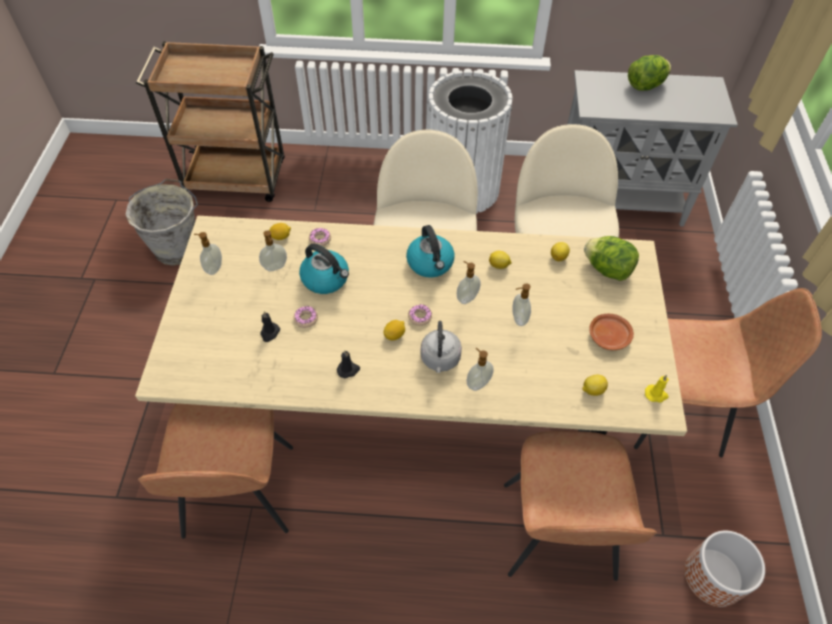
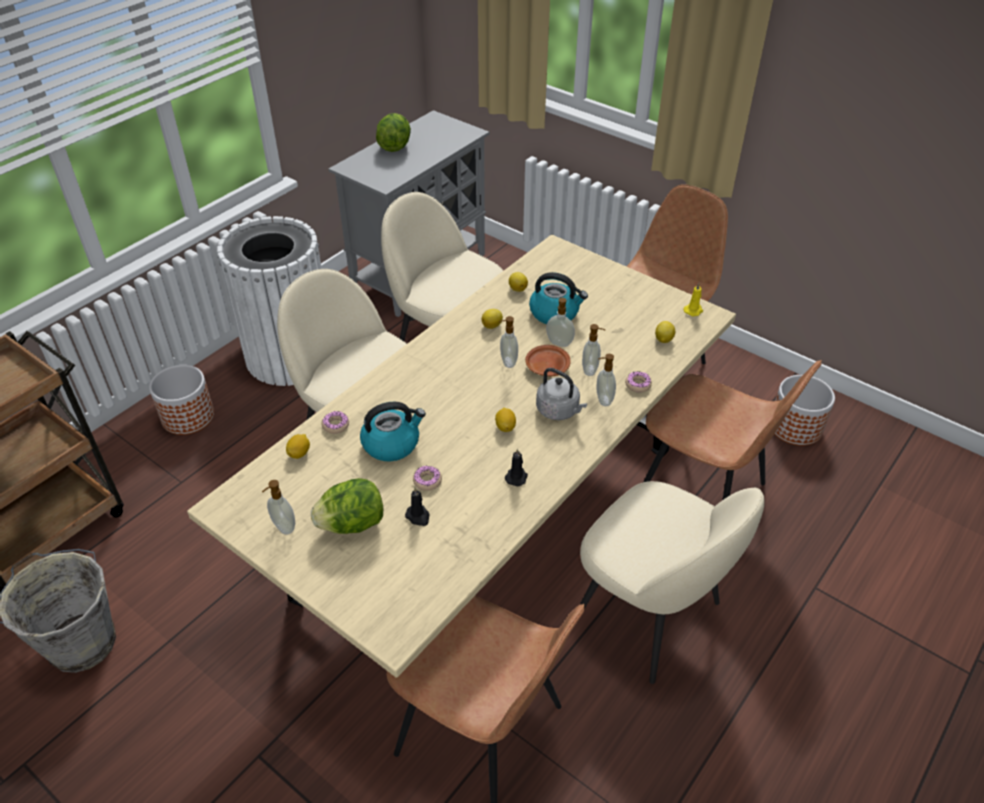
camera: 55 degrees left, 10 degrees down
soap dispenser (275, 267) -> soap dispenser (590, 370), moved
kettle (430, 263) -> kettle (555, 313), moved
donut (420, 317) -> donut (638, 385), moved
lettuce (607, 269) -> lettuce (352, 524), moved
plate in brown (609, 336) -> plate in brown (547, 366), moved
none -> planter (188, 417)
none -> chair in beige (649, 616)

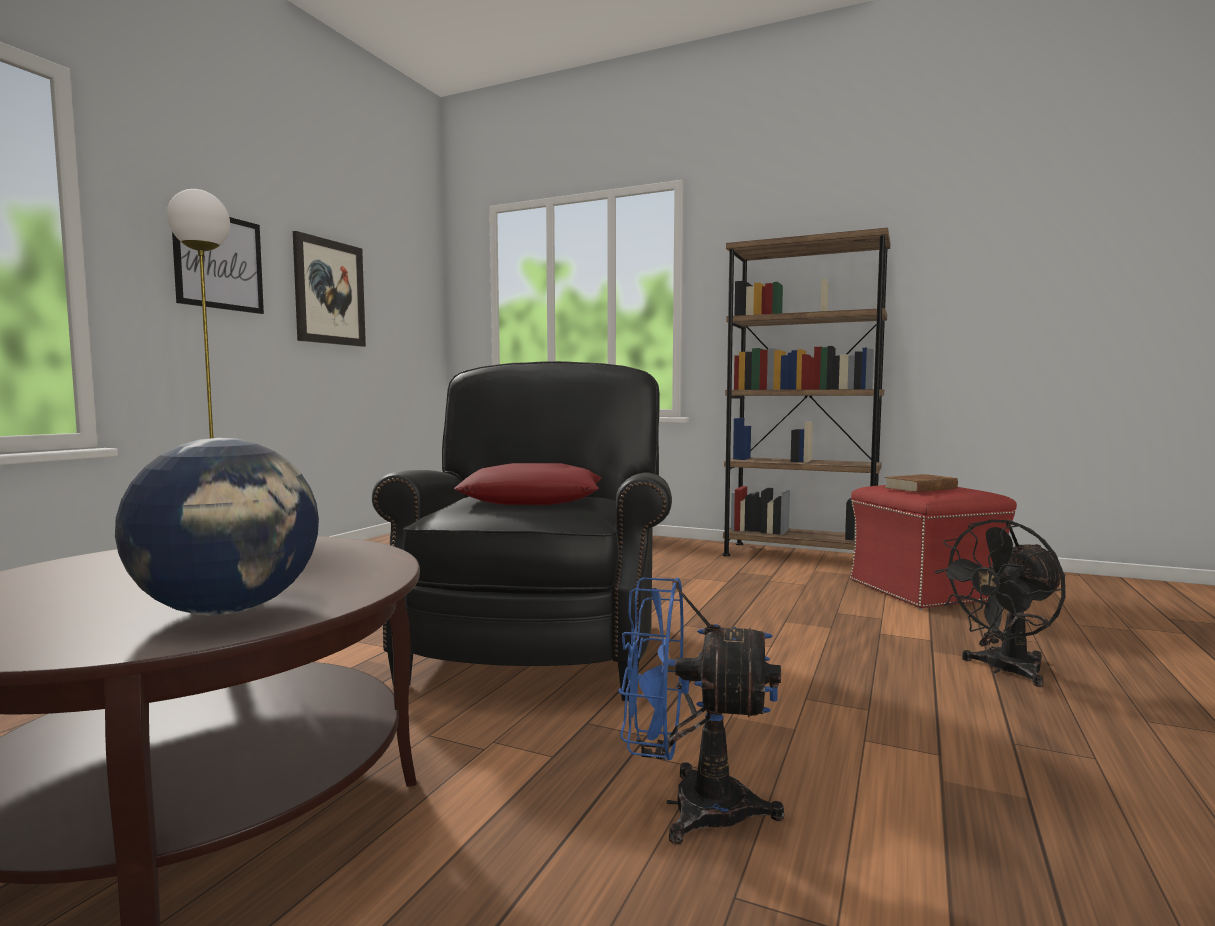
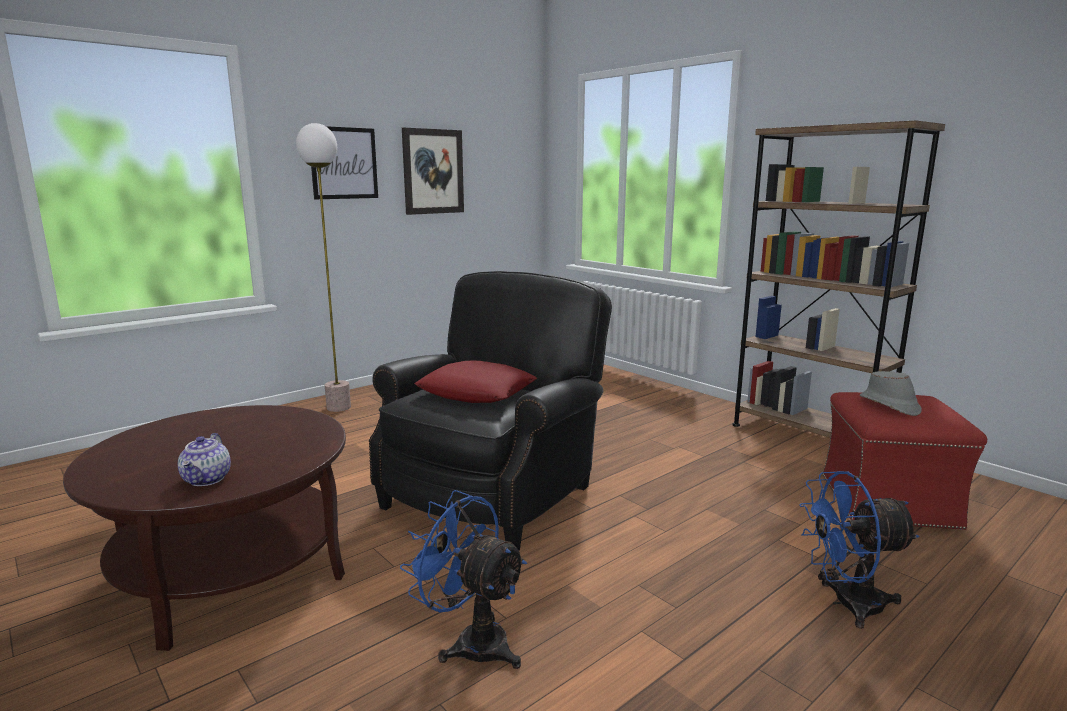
camera: 25 degrees right, 10 degrees up
globe (229, 610) -> teapot (207, 479)
book in brown (921, 488) -> hat in grey (889, 406)
fan in black (1003, 670) -> fan in blue (846, 604)

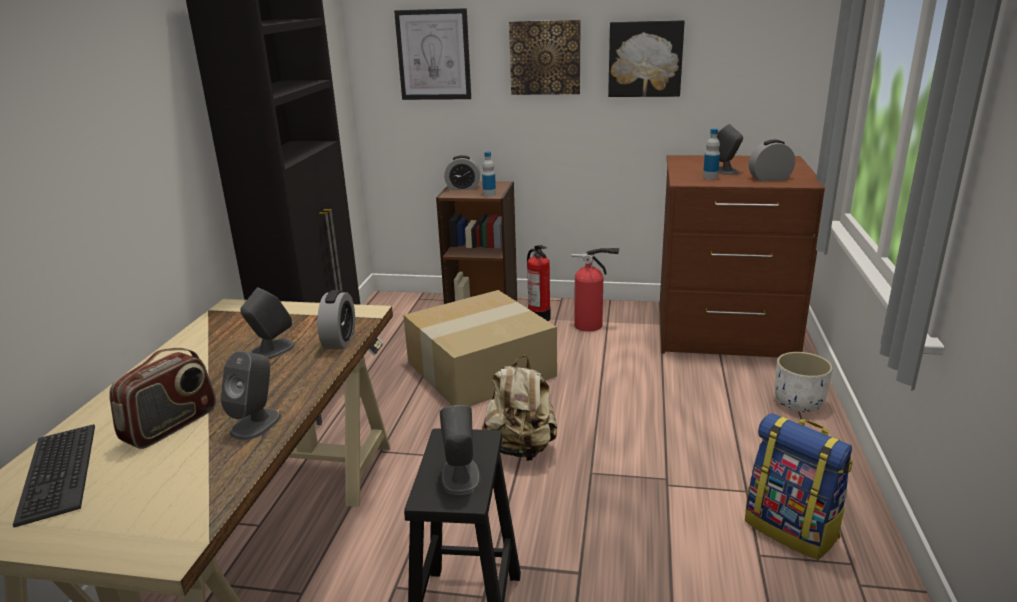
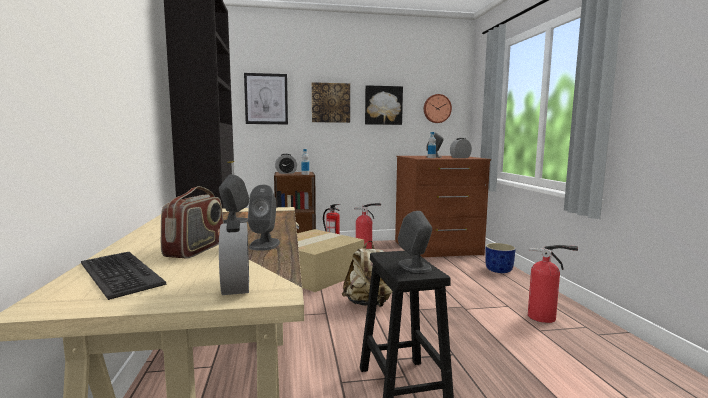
camera: 20 degrees left, 15 degrees down
alarm clock (339, 340) -> alarm clock (236, 285), moved
backpack (792, 529) -> fire extinguisher (545, 317)
planter in white (798, 403) -> planter in blue (499, 270)
none -> wall clock (436, 108)

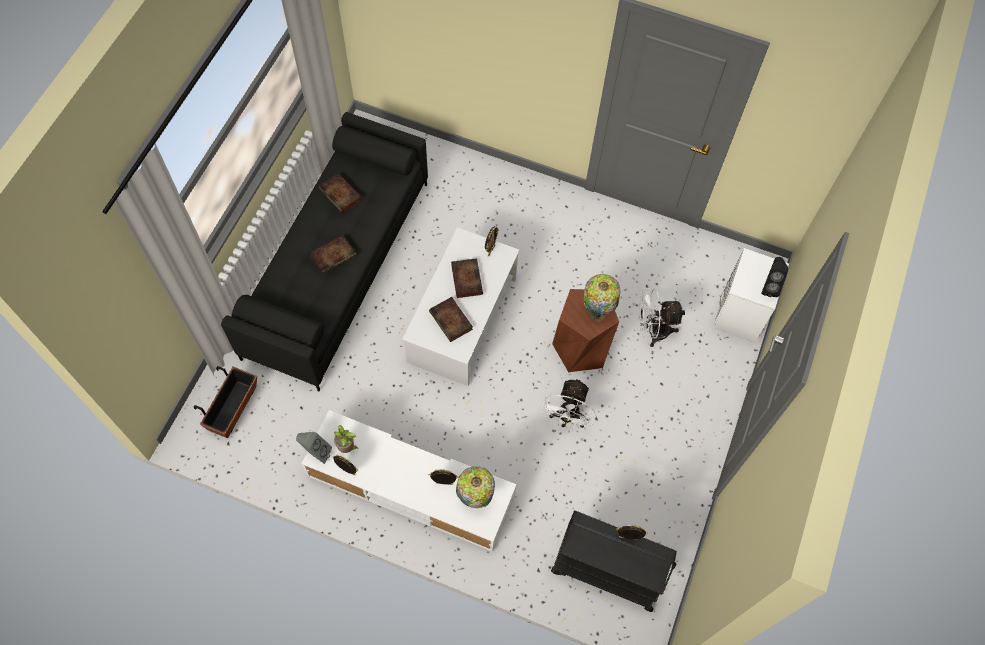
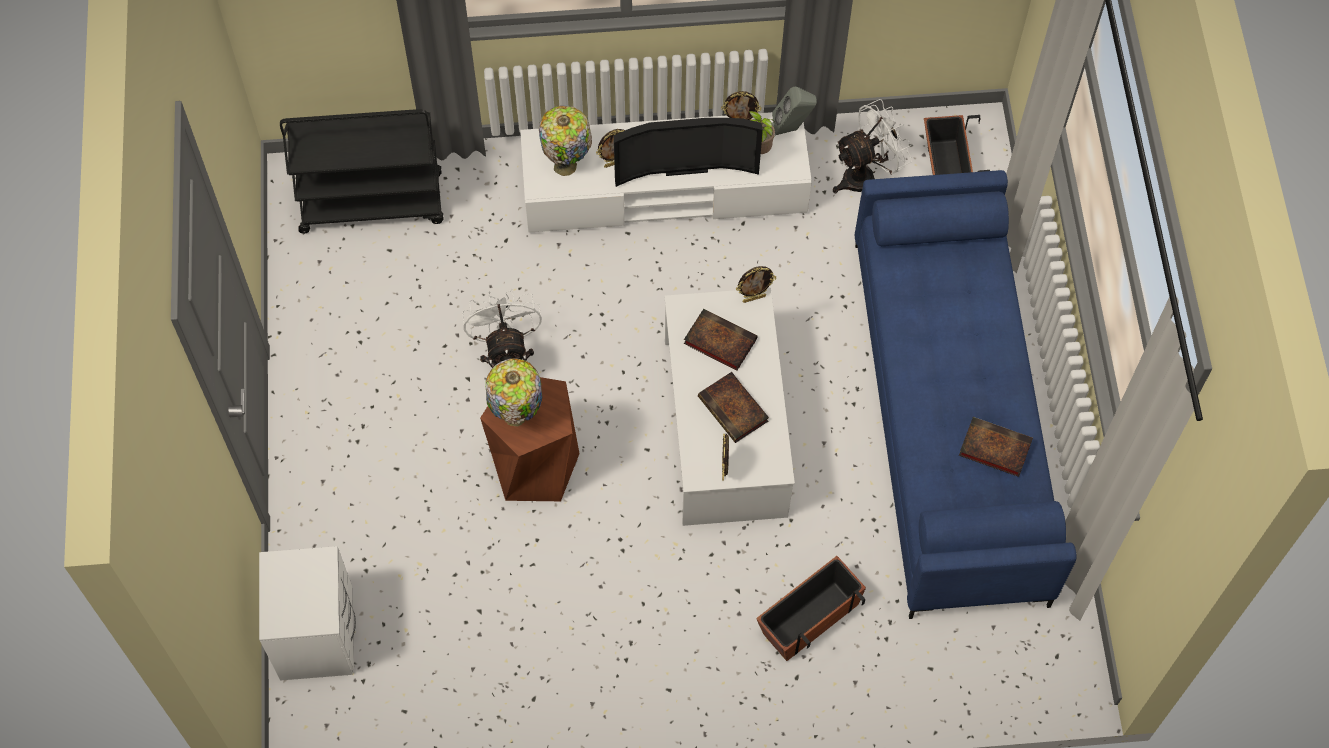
camera: 155 degrees right, 0 degrees up
sofa in black (337, 267) -> sofa in blue (950, 420)
book (334, 255) -> none
picture frame (627, 539) -> picture frame (754, 298), moved
fan in white (652, 331) -> fan in white (866, 176), moved
speaker in black (769, 286) -> none
none -> television (684, 163)
none -> planter (809, 618)

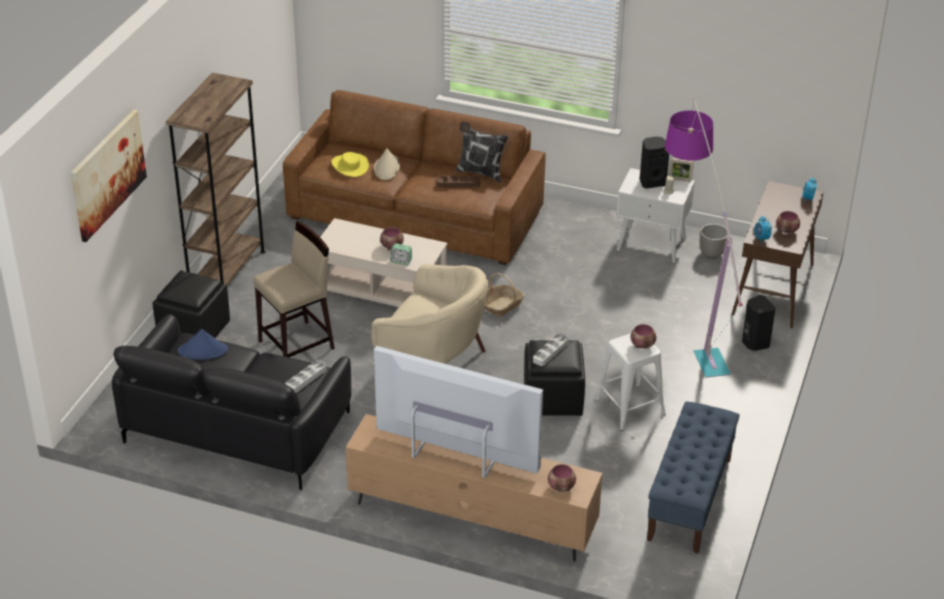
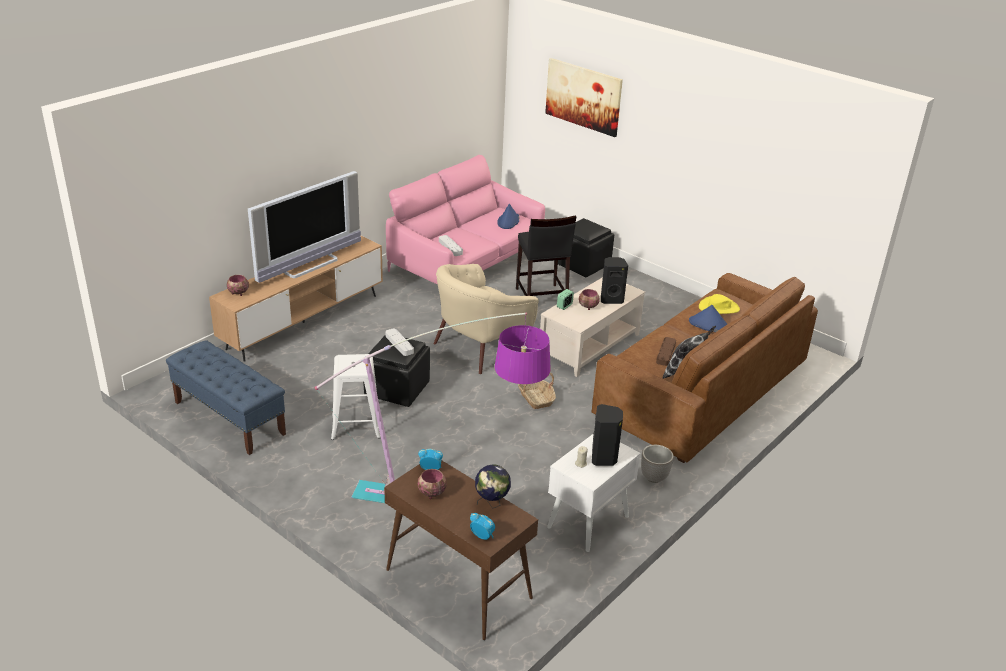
camera: 110 degrees right, 5 degrees down
sofa in black (237, 427) -> sofa in pink (466, 262)
bookcase in brown (227, 272) -> none
stool in beige (297, 345) -> stool in black (541, 298)
hat in beige (387, 168) -> hat in blue (709, 325)
bowl (643, 345) -> none
picture frame (680, 179) -> none
planter (712, 254) -> planter (654, 477), moved
speaker in black (754, 343) -> speaker in black (611, 299), moved
none -> globe (492, 503)

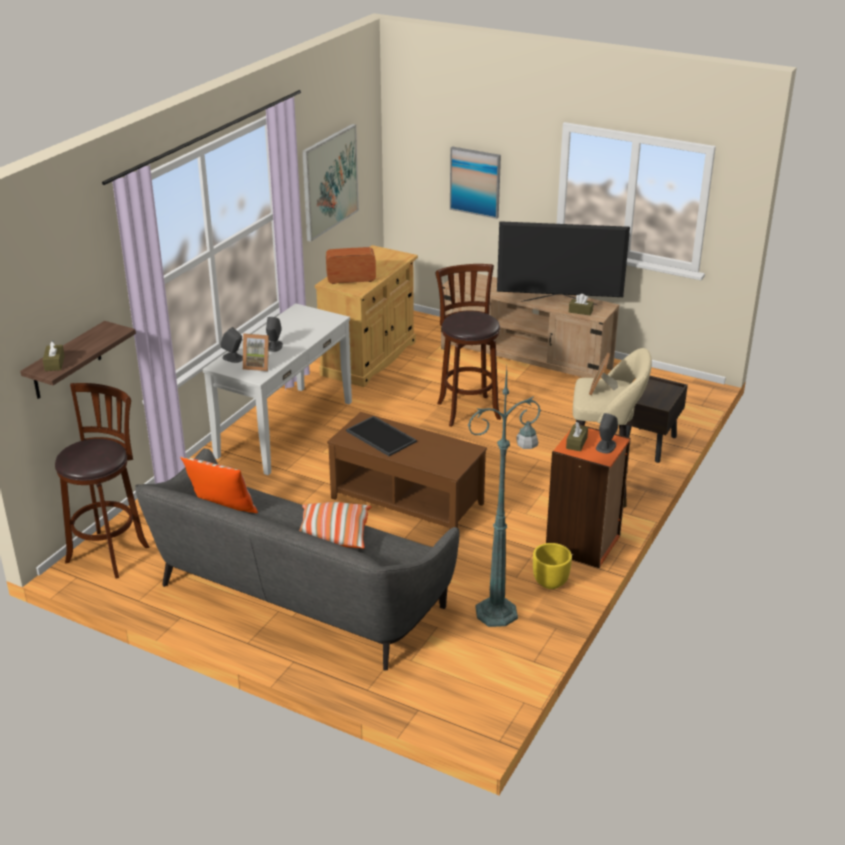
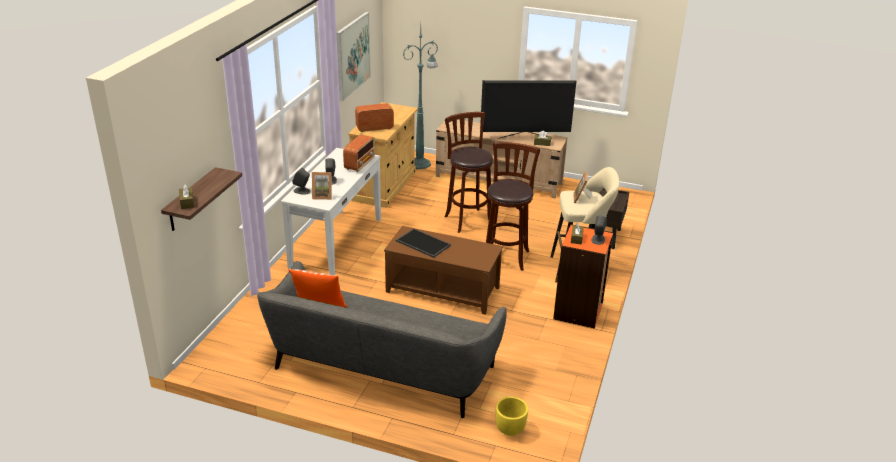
camera: 10 degrees left, 0 degrees up
stool in brown (110, 552) -> stool in brown (506, 255), moved
pillow (334, 537) -> none
picture (475, 182) -> none
floor lamp in green (498, 612) -> floor lamp in green (421, 164), moved
planter in yellow (550, 582) -> planter in yellow (509, 429), moved
none -> radio (360, 163)

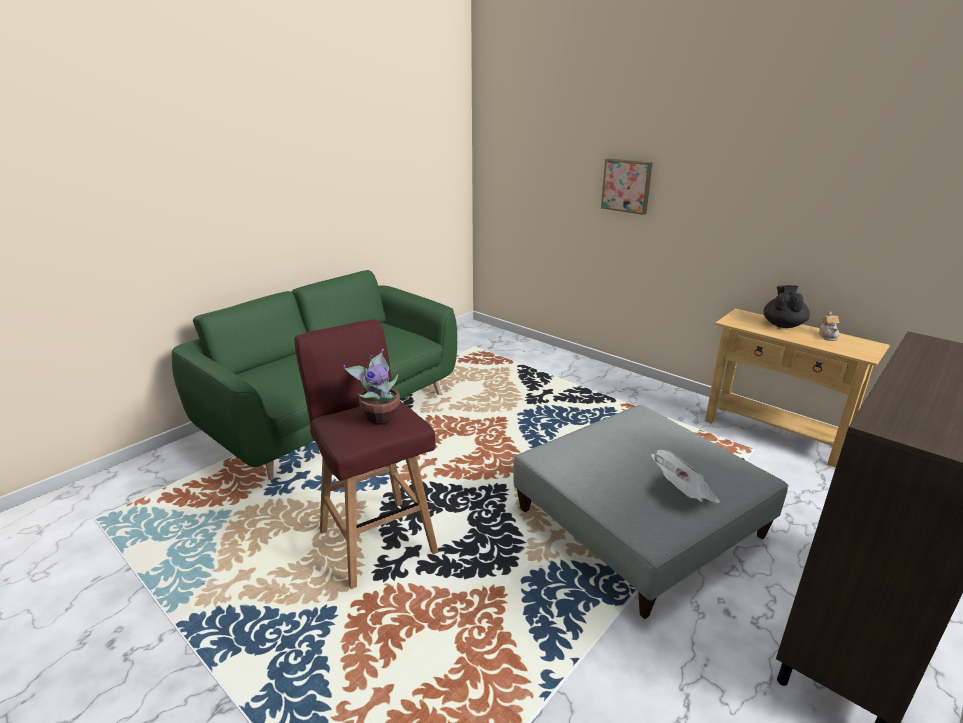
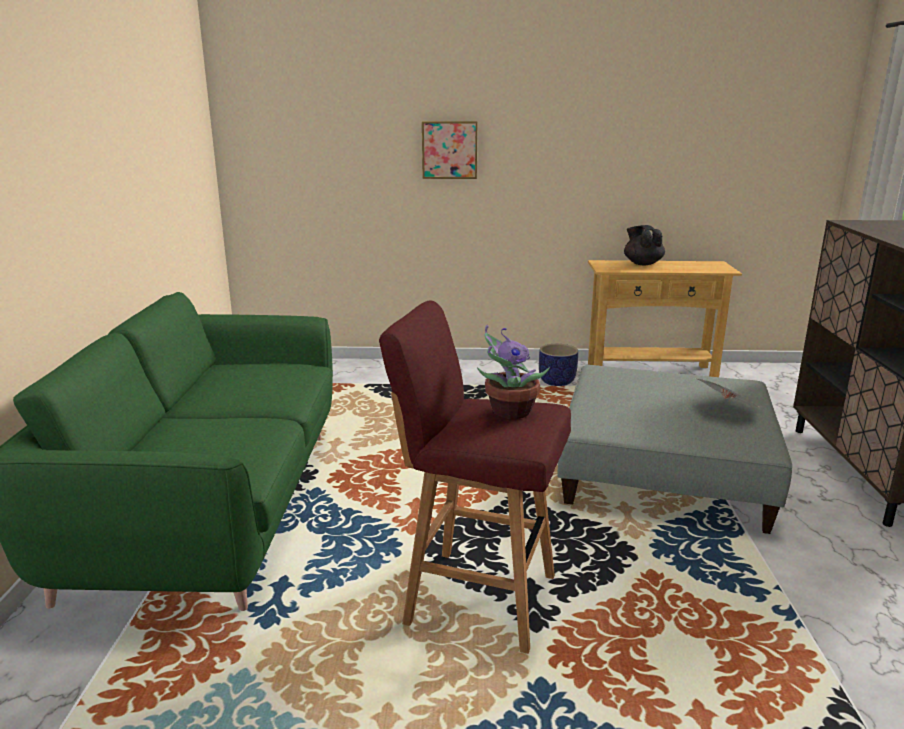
camera: 40 degrees left, 5 degrees down
teapot (828, 336) -> none
none -> planter (557, 381)

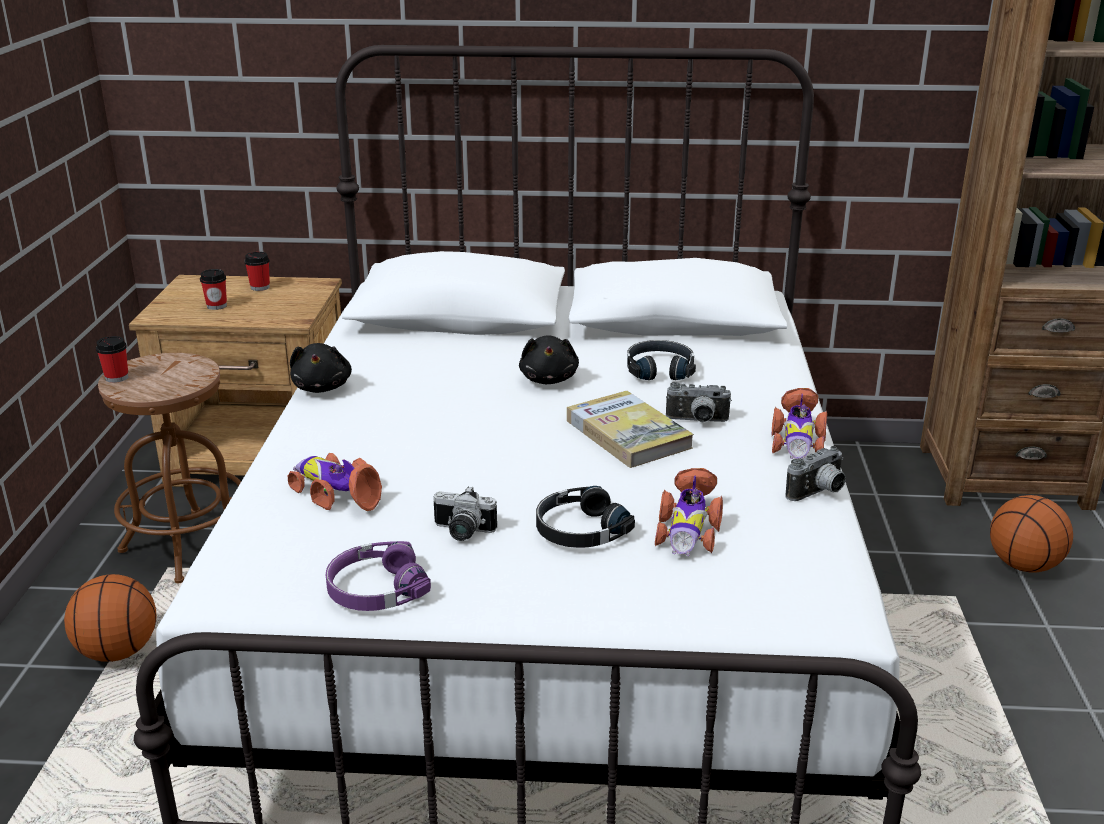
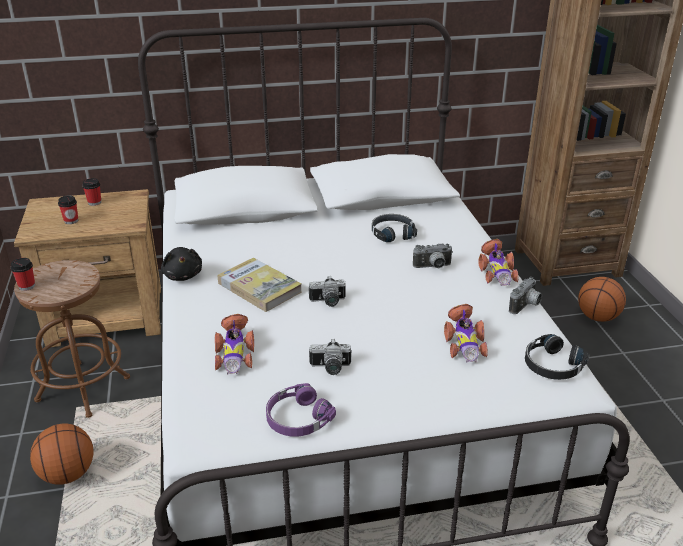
camera: 15 degrees left, 5 degrees up
toy car (336, 492) -> toy car (235, 353), 120 degrees counterclockwise
plush toy in black (549, 379) -> none
headphones in black (579, 530) -> headphones in black (552, 365), moved
book (628, 434) -> book (259, 287), moved
none -> photo camera (328, 302)

